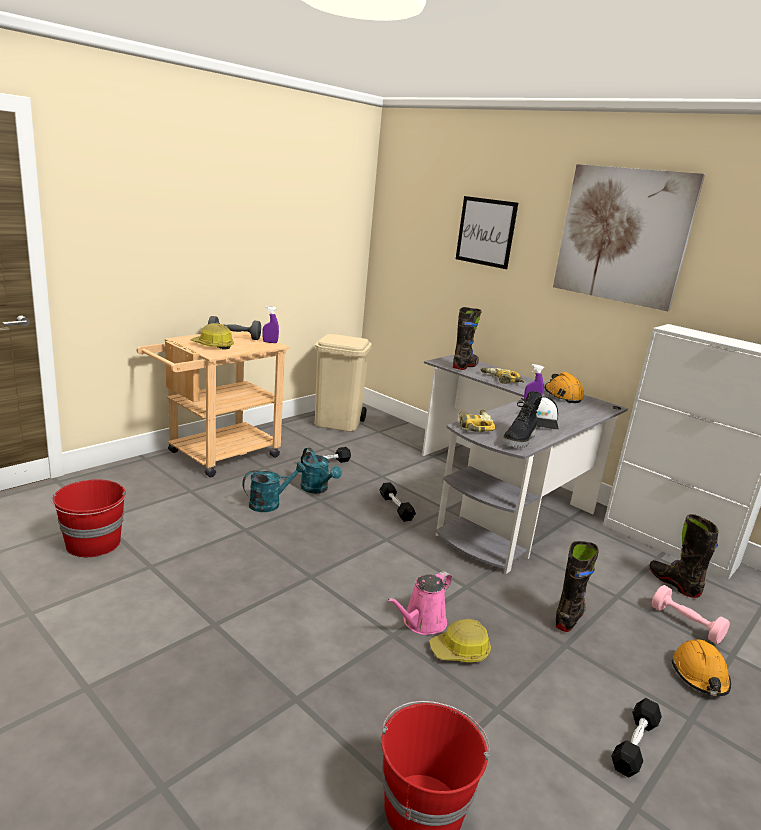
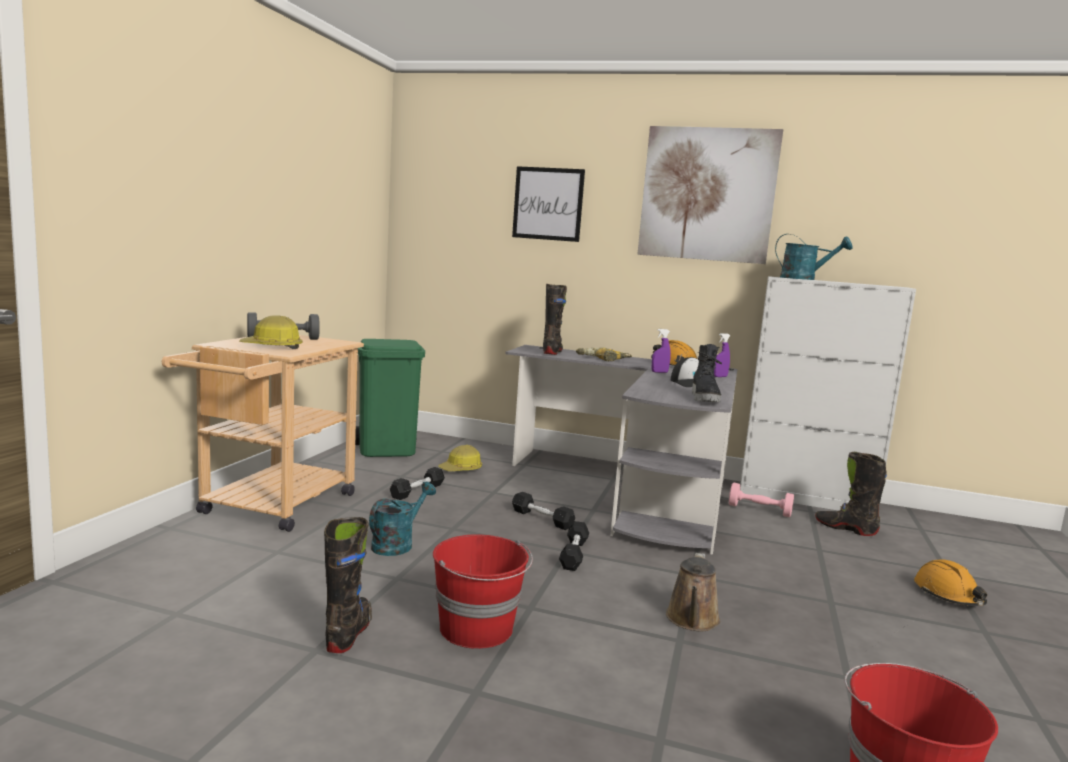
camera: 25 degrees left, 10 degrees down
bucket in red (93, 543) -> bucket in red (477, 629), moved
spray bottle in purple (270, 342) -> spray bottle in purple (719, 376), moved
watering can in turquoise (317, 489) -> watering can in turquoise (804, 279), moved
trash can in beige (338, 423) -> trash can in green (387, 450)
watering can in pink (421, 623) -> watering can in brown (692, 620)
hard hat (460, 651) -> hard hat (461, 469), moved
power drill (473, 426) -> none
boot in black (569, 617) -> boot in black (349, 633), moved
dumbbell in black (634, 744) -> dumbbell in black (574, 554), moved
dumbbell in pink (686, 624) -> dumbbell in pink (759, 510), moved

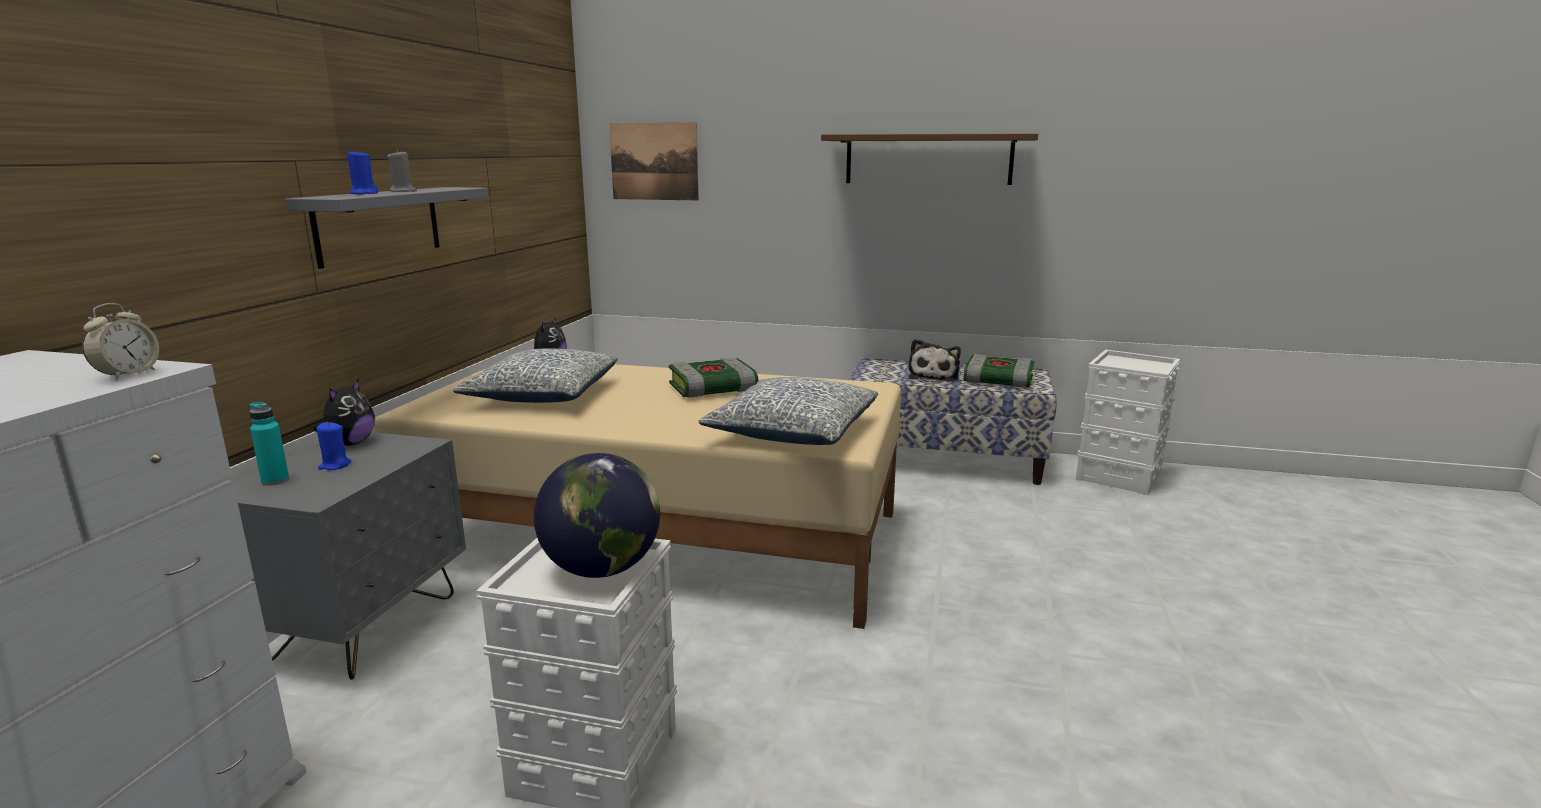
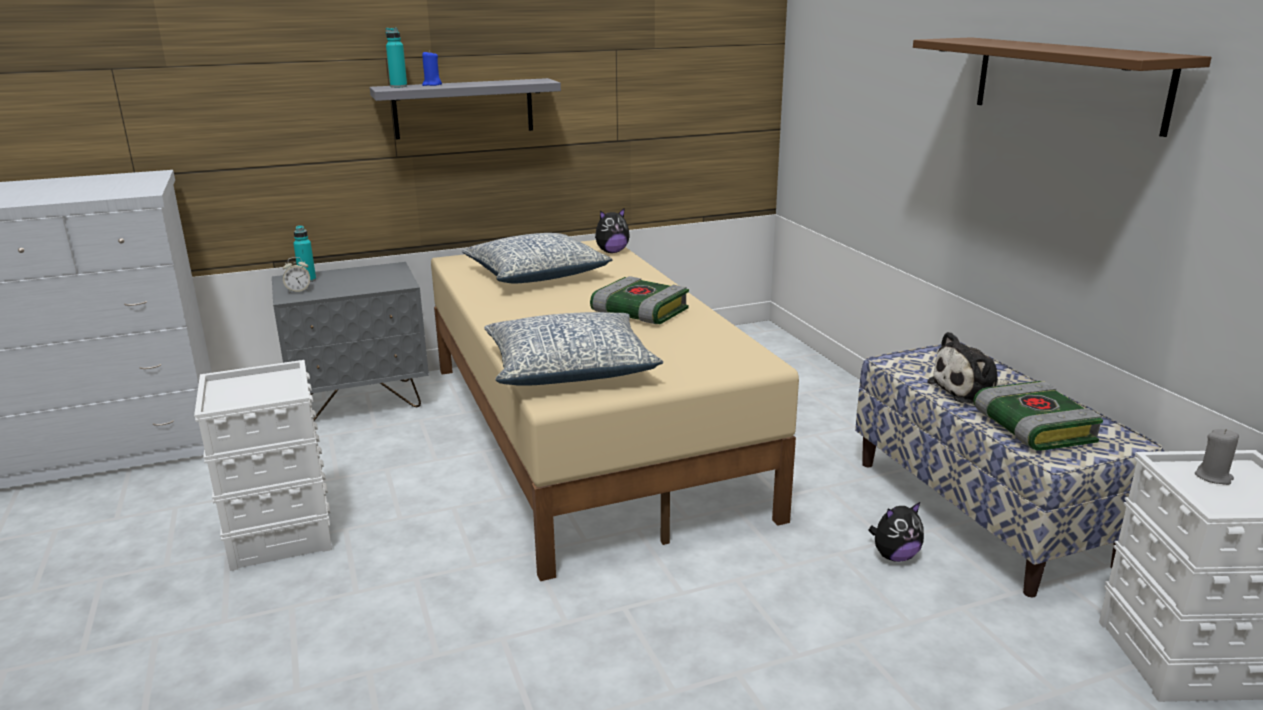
camera: 55 degrees right, 5 degrees up
alarm clock (128, 375) -> alarm clock (298, 291), moved
plush toy (350, 443) -> plush toy (894, 556), moved
candle in blue (335, 466) -> none
candle in grey (403, 191) -> candle in grey (1213, 477), moved
globe (602, 569) -> none
picture (654, 161) -> none
none -> bottle in turquoise (398, 86)

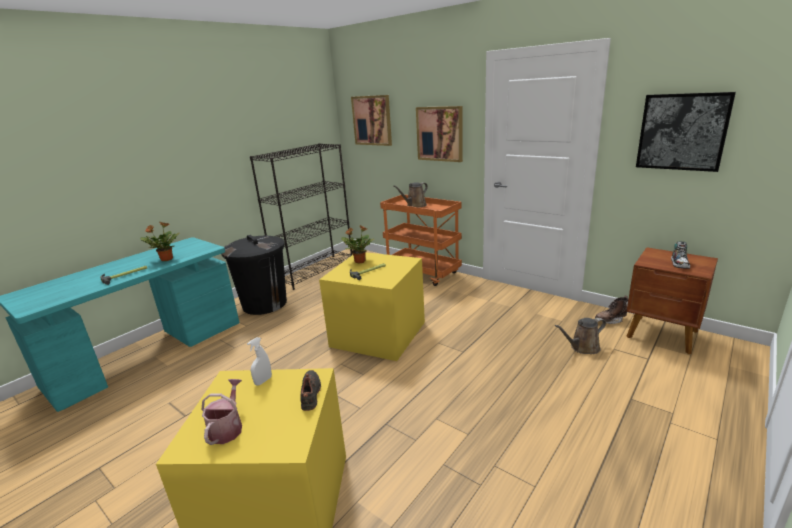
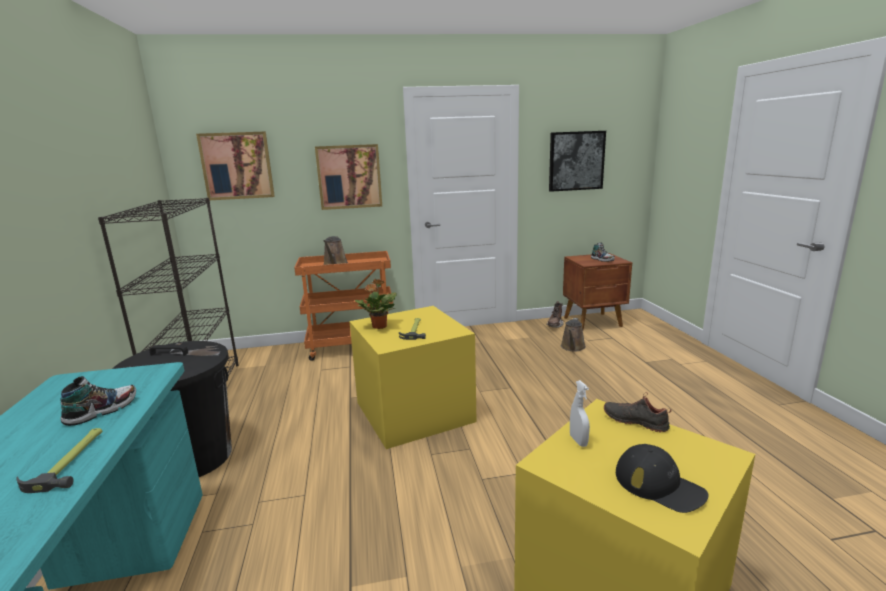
camera: 50 degrees left, 5 degrees down
potted plant (166, 259) -> shoe (102, 411)
watering can (228, 428) -> cap in black (659, 485)

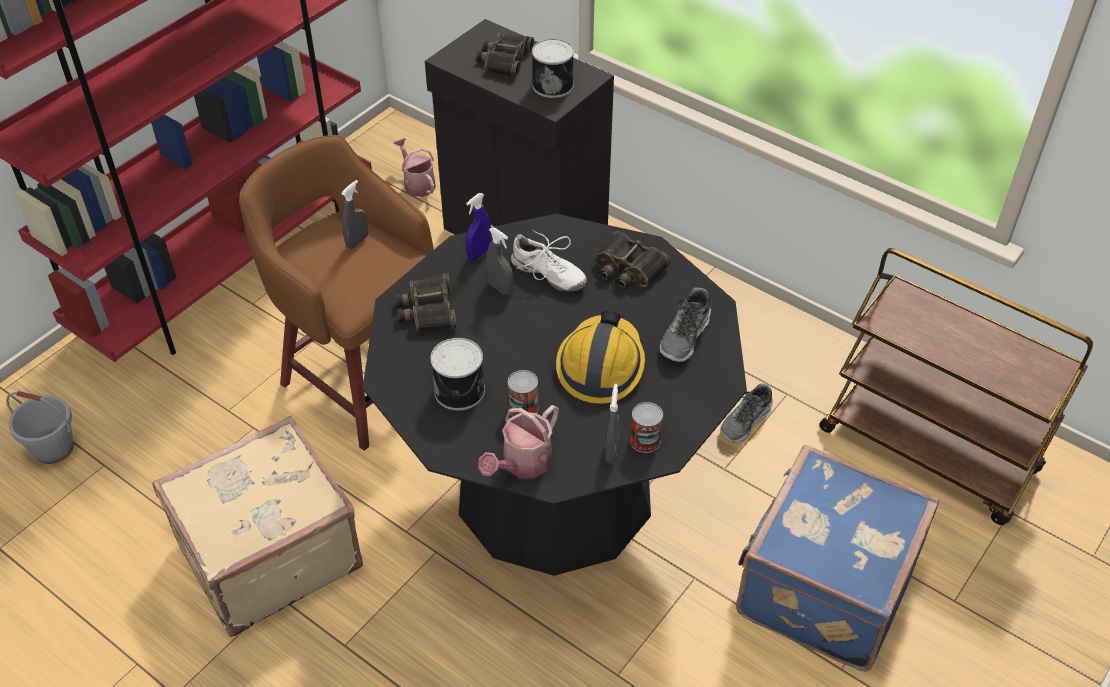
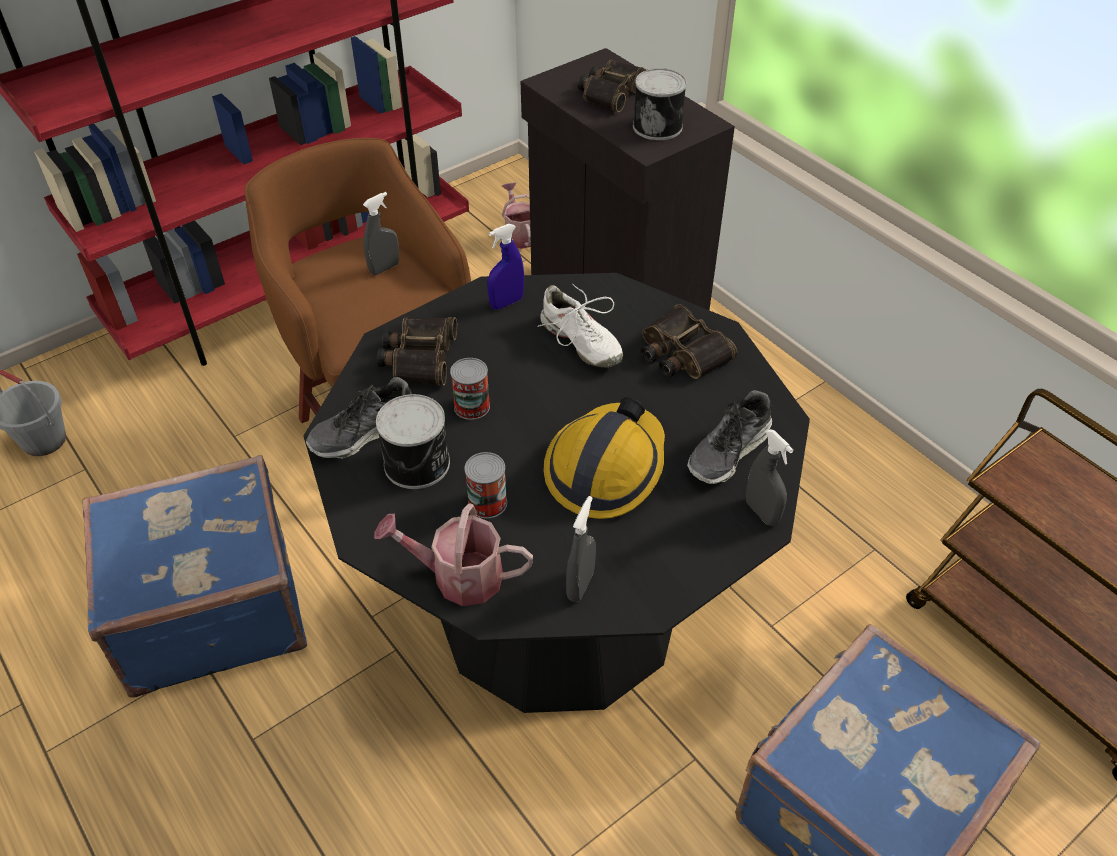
camera: 15 degrees right, 0 degrees up
suitcase in beige (267, 554) -> suitcase in blue (210, 608)
watering can (522, 464) -> watering can (458, 577), 45 degrees clockwise
spray bottle in grey (500, 288) -> spray bottle in grey (761, 512), moved
can (645, 441) -> can (472, 406), moved
shoe (745, 422) -> shoe (365, 432), moved

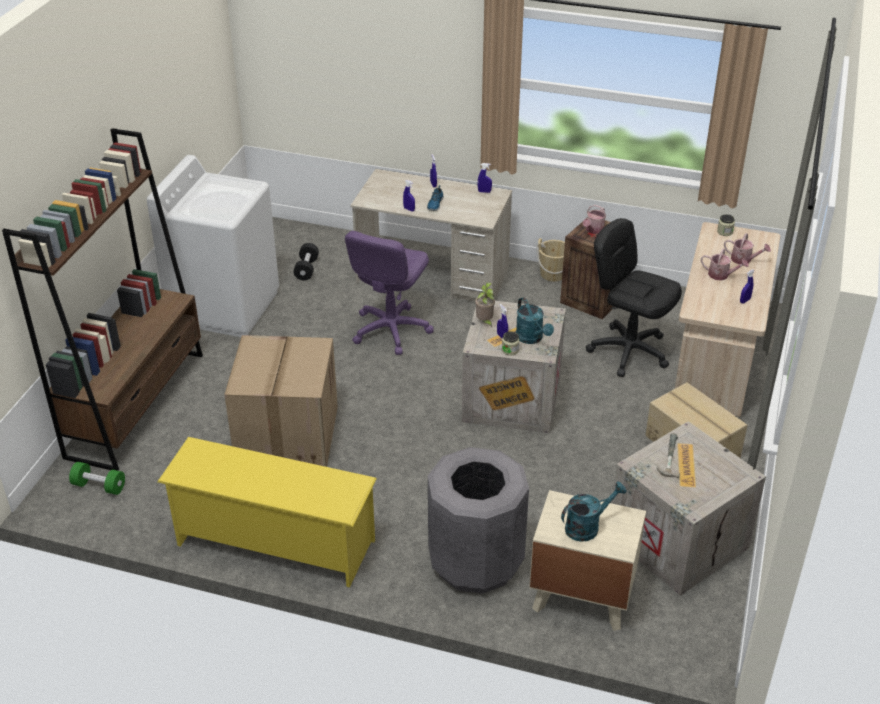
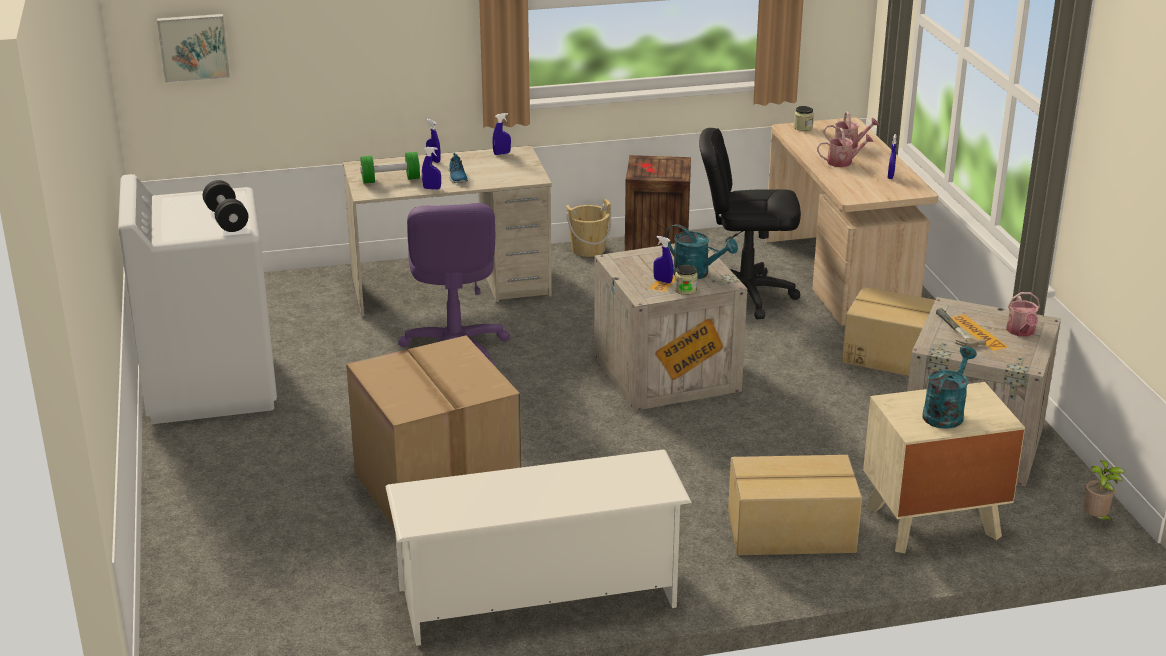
camera: 30 degrees left, 10 degrees down
bookcase in brown (136, 404) -> none
dumbbell in green (99, 486) -> dumbbell in green (390, 180), moved
shoe rack in yellow (274, 543) -> shoe rack in white (538, 598)
dumbbell in black (306, 269) -> dumbbell in black (226, 219), moved
trash can in grey (476, 562) -> cardboard box (792, 532)
potted plant (485, 322) -> potted plant (1096, 519), moved
watering can (593, 230) -> watering can (1021, 332), moved
none -> picture (193, 46)

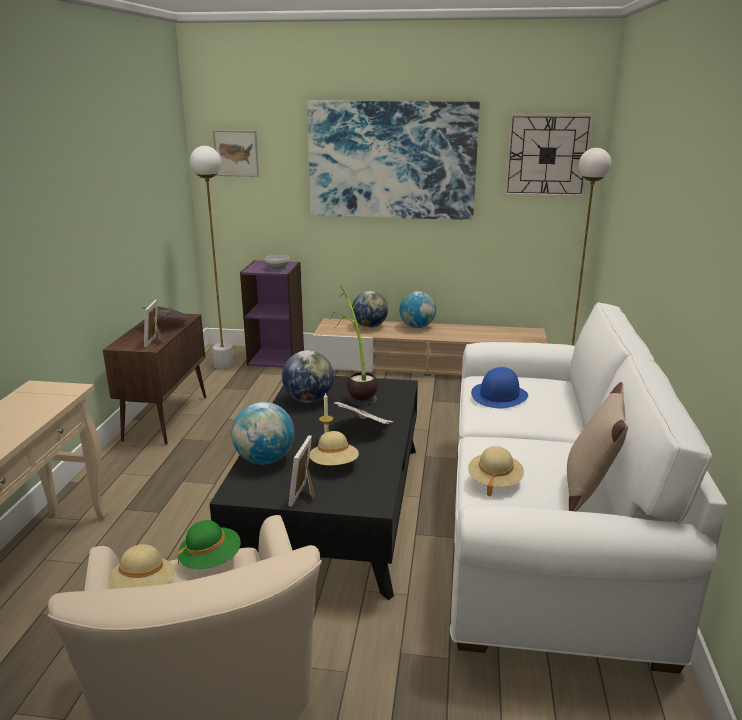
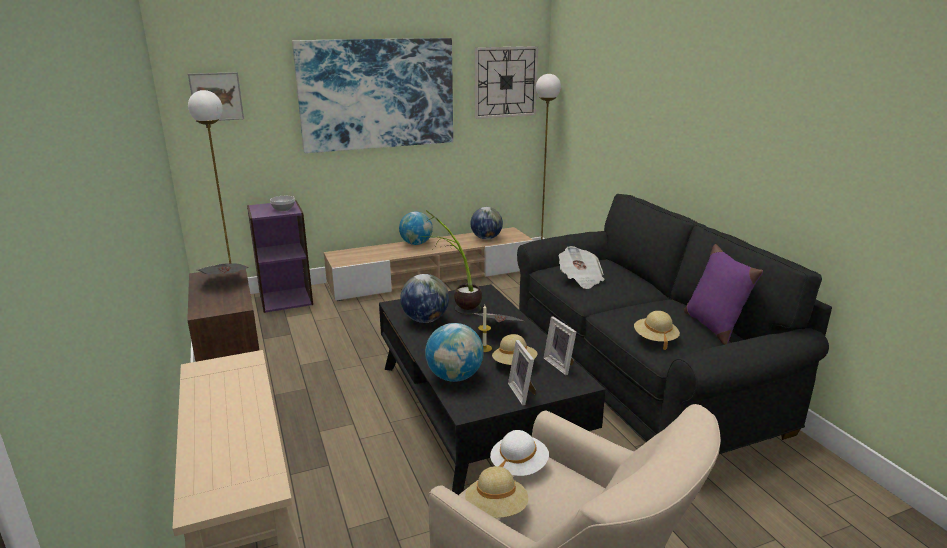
camera: 30 degrees left, 0 degrees up
picture frame (156, 341) -> picture frame (561, 365), moved
hat in green (210, 560) -> hat in white (519, 466)
globe (370, 326) -> globe (486, 238), moved
sofa in white (544, 531) -> sofa in black (639, 376)
hat in blue (499, 395) -> newspaper (580, 279)
pillow in beige (589, 488) -> pillow in purple (713, 326)

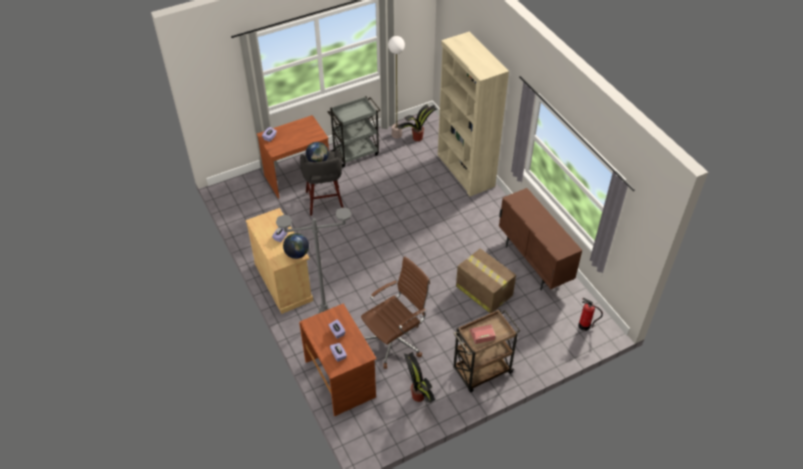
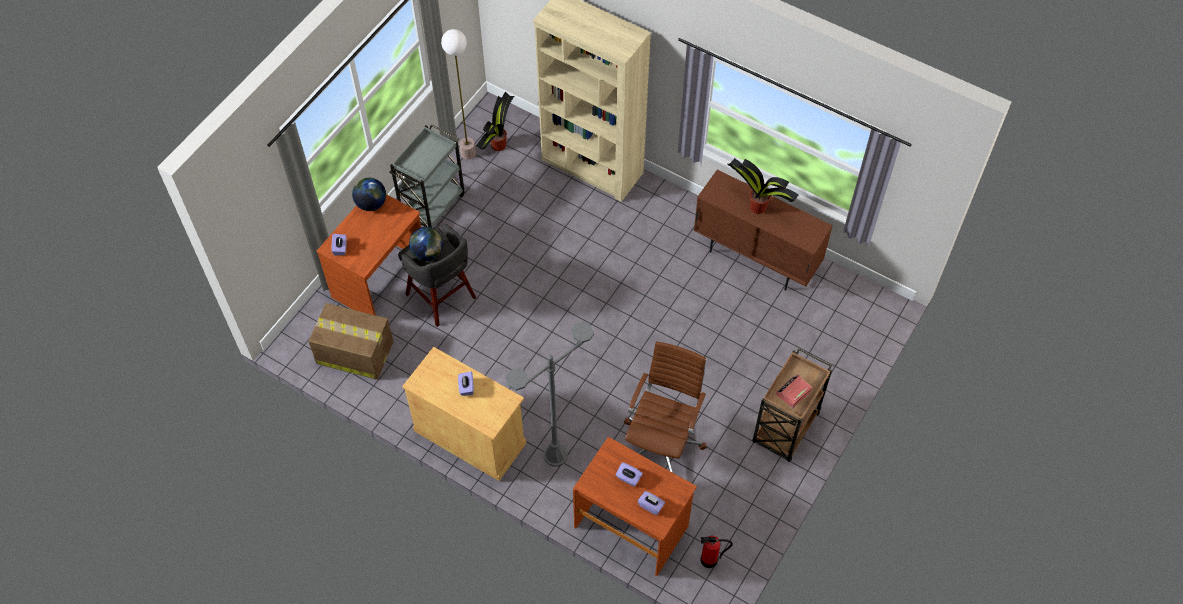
camera: 30 degrees left, 10 degrees up
globe (297, 254) -> globe (371, 203), moved
potted plant (418, 395) -> potted plant (757, 206), moved
cardboard box (483, 290) -> cardboard box (354, 352), moved
fire extinguisher (584, 326) -> fire extinguisher (709, 560), moved

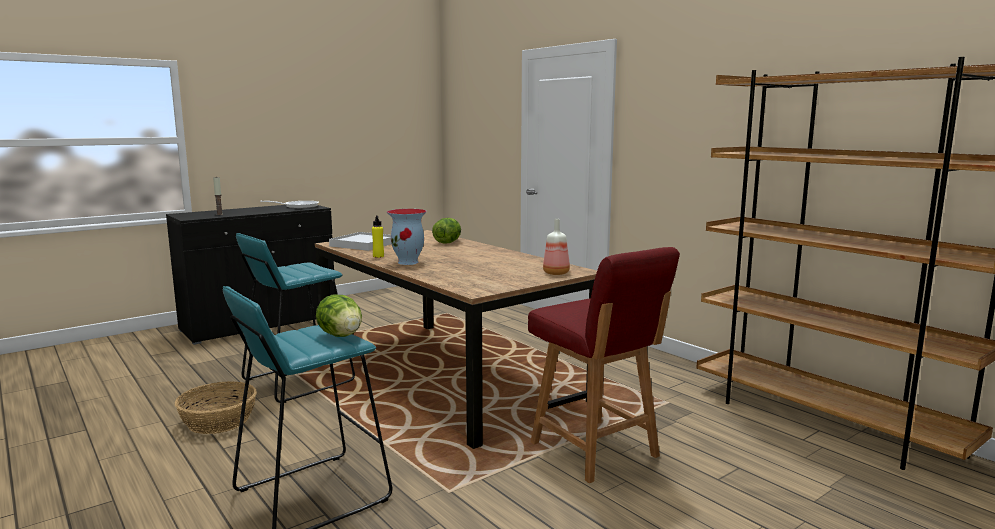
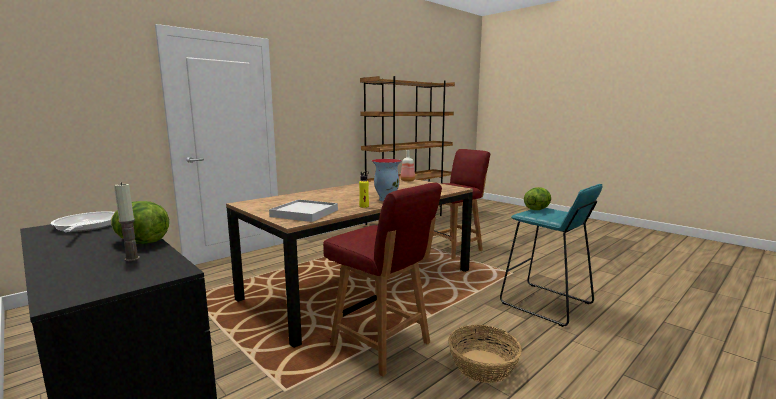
camera: 95 degrees left, 0 degrees up
stool in turquoise (297, 381) -> chair in red (382, 345)
lettuce (447, 242) -> lettuce (142, 242), moved

